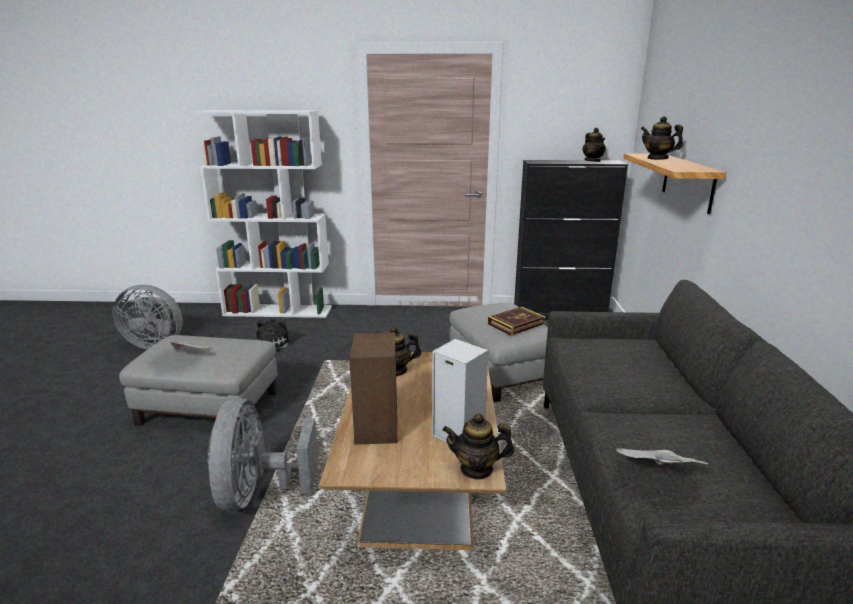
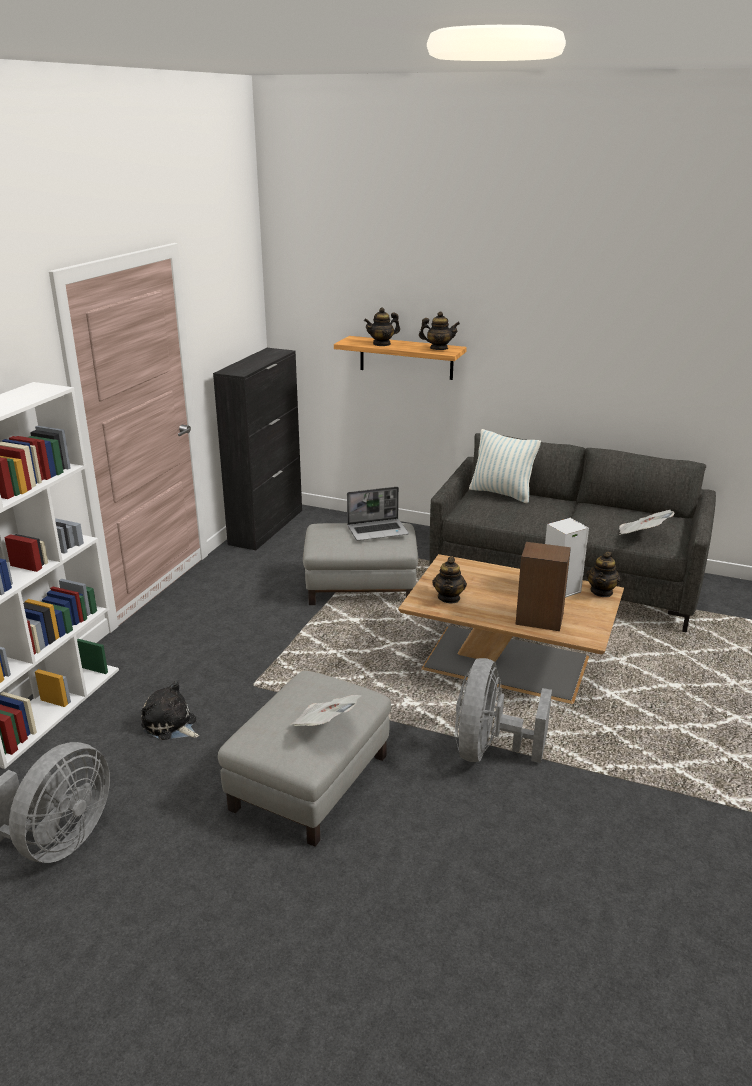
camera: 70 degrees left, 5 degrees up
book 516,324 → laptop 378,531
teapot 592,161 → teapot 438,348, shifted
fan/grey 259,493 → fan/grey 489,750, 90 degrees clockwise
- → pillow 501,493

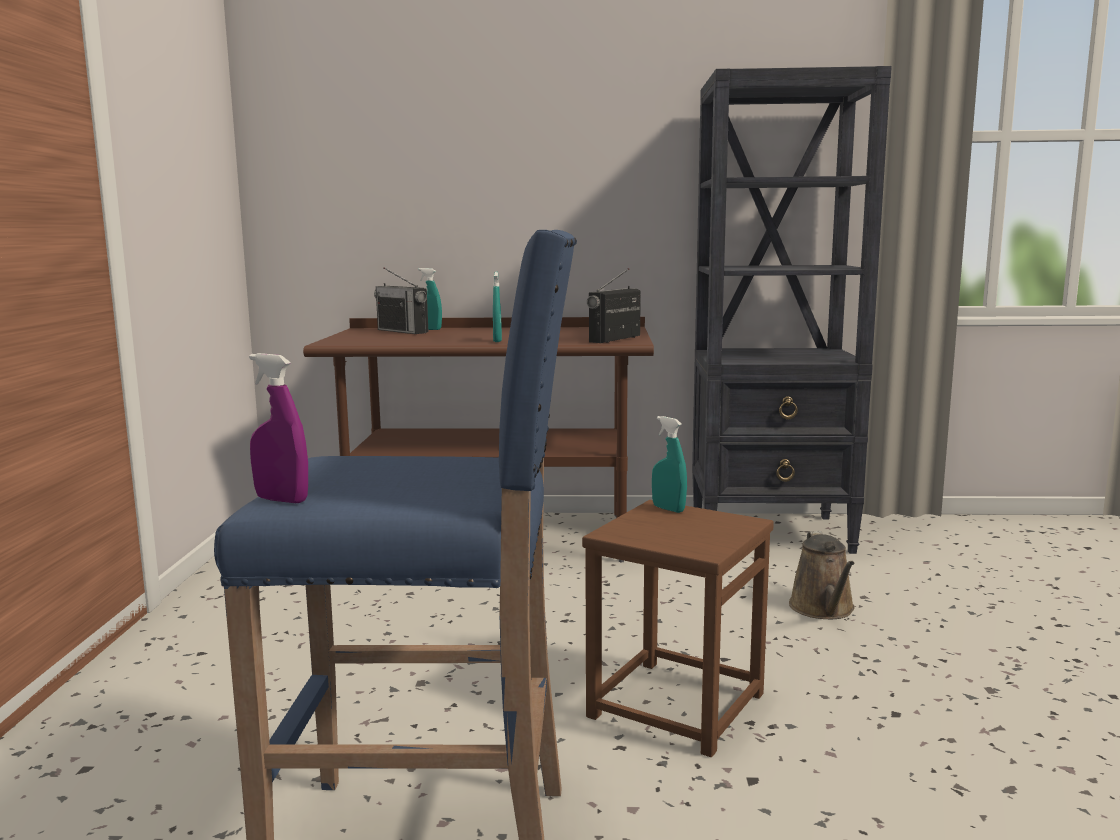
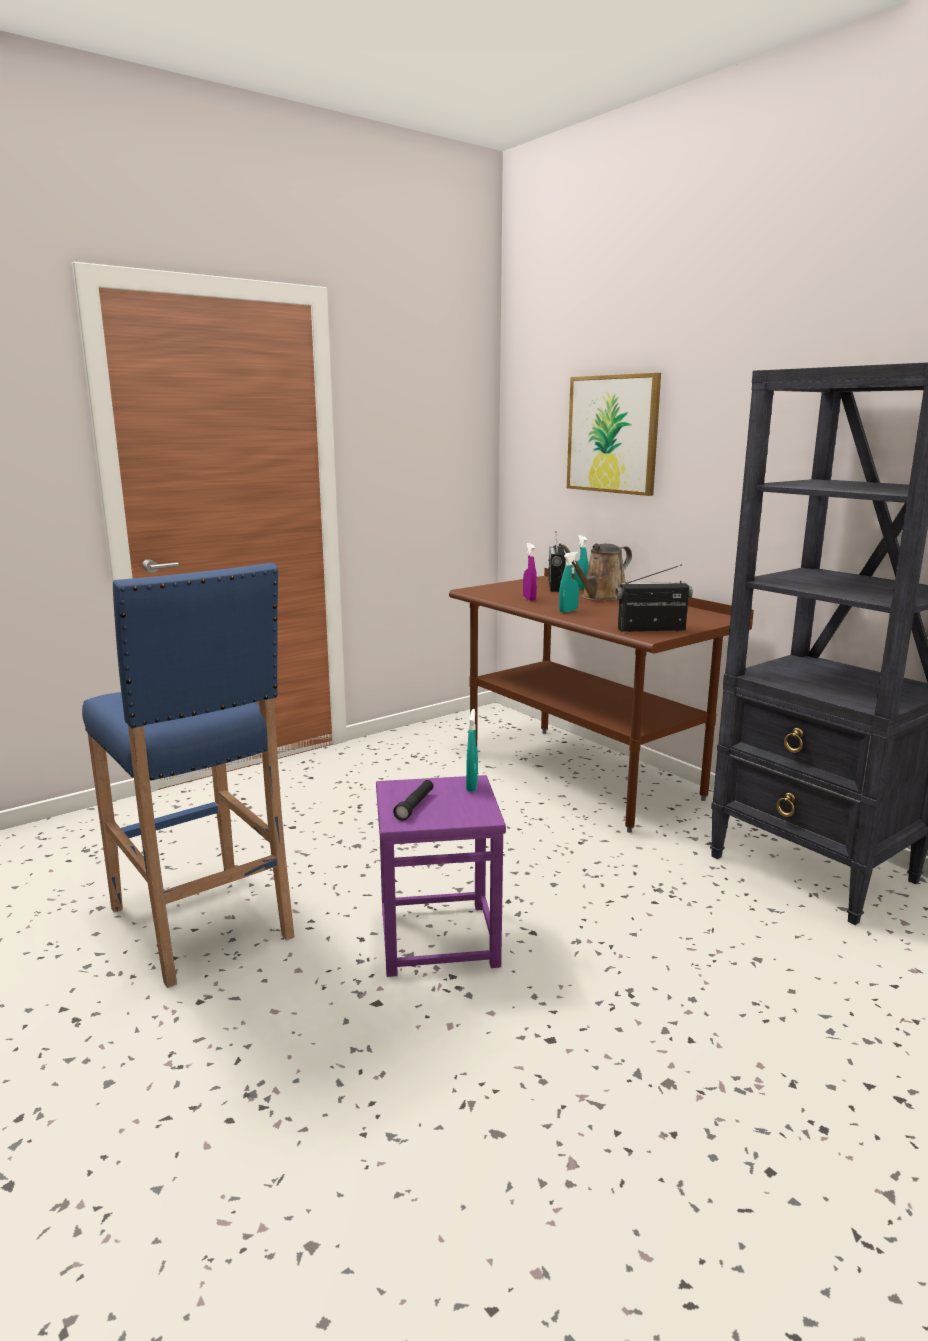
camera: 50 degrees right, 5 degrees up
stool/brown 675,704 → stool/purple 438,938
- → flashlight/black 415,806
spray bottle/purple 281,500 → spray bottle/purple 529,599, shifted
watering can/brown 823,609 → watering can/brown 601,597, shifted
- → picture 613,434

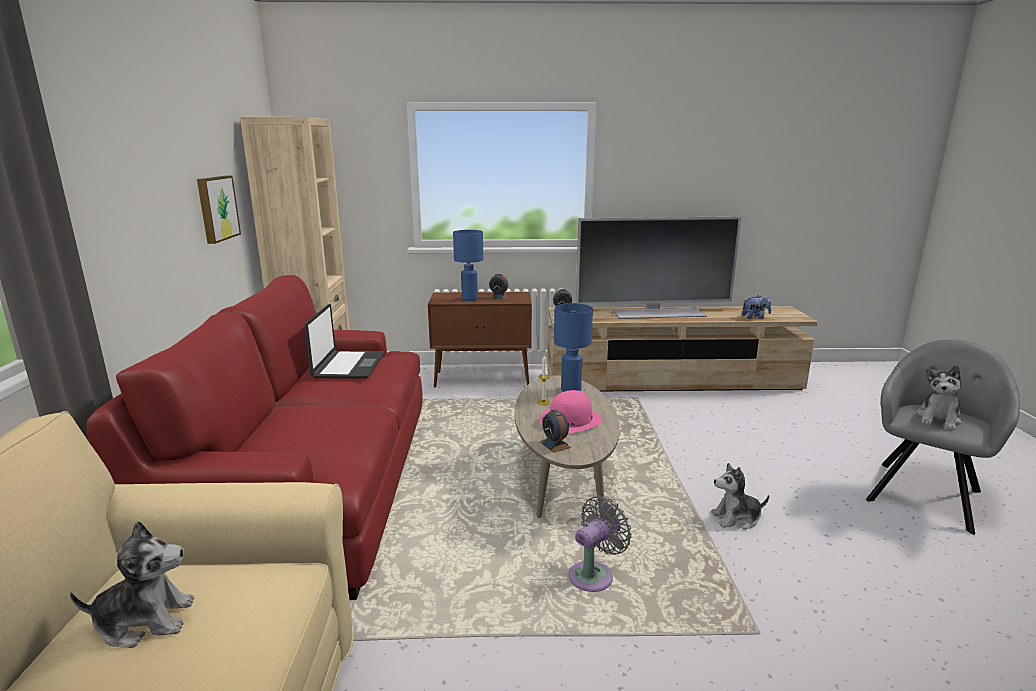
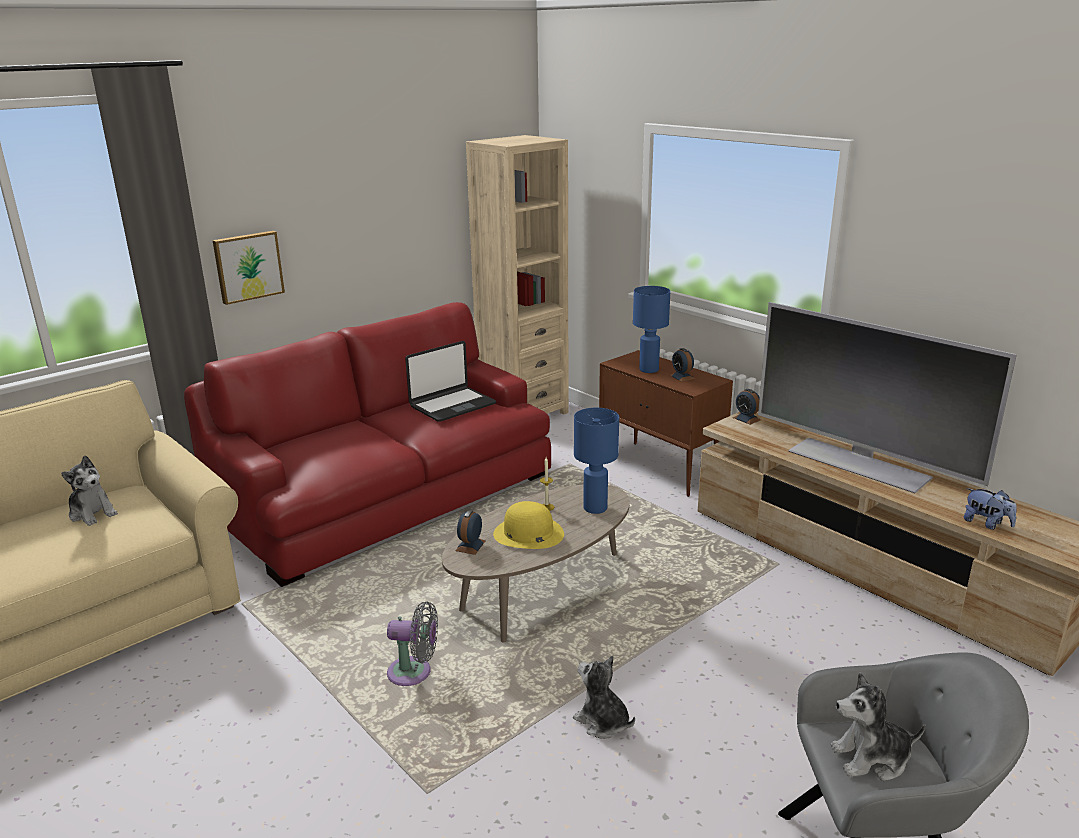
camera: 50 degrees right, 5 degrees up
picture 216,208 → picture 248,266, shifted
hat/pink 570,420 → hat/yellow 528,534

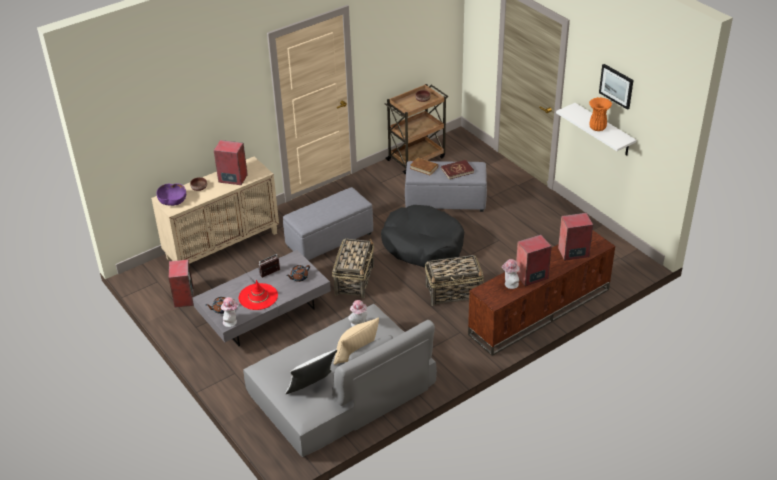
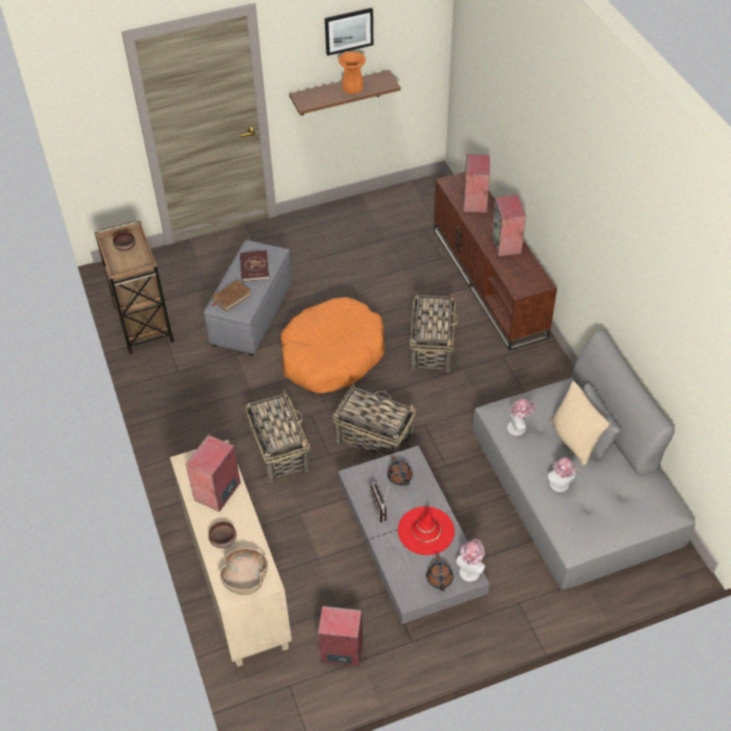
camera: 75 degrees left, 10 degrees up
bowl/purple 173,201 → bowl/brown 245,579
ottoman/grey 330,240 → basket 279,450
dog bed/black 423,245 → dog bed/orange 332,355
shelf/white 603,130 → shelf/brown 340,93
hat 509,284 → hat 560,486, shifted
pillow/white 312,388 → -

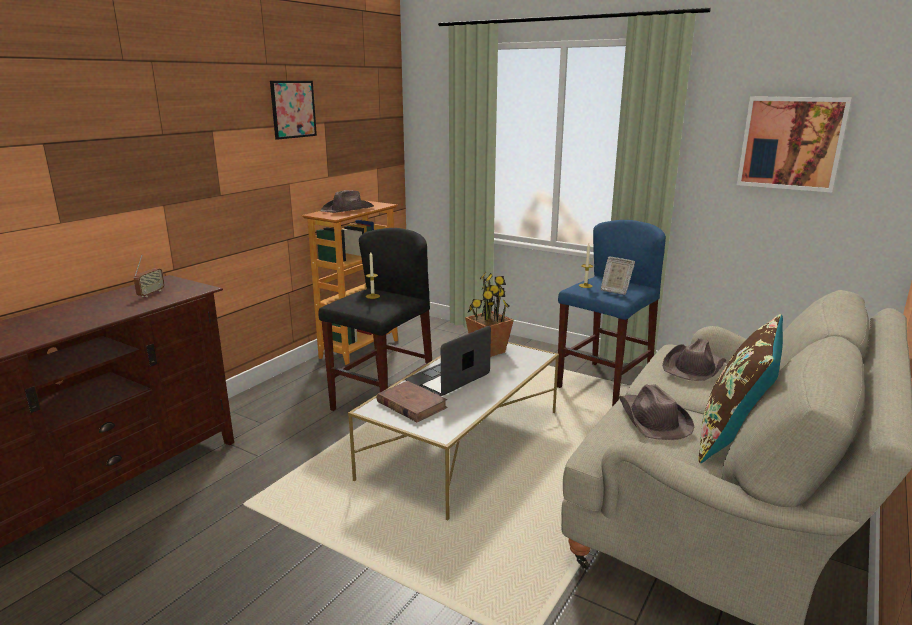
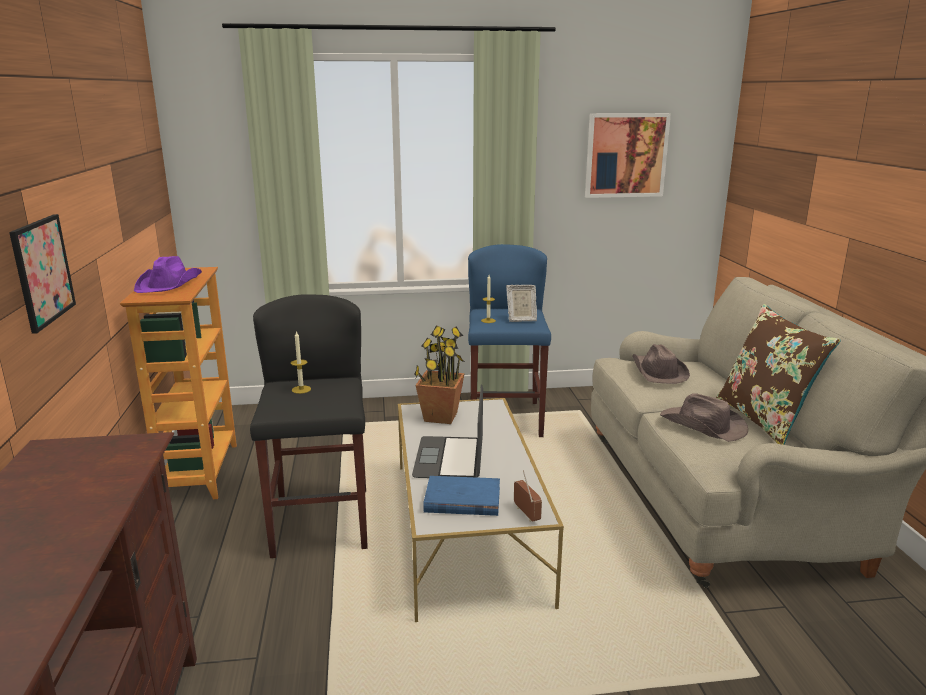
camera: 40 degrees left, 0 degrees up
picture 293,109 → picture 43,271, shifted
hat/brown 348,209 → hat/purple 170,284
book/brown 411,405 → book/blue 462,500
radio 151,293 → radio 526,514, shifted

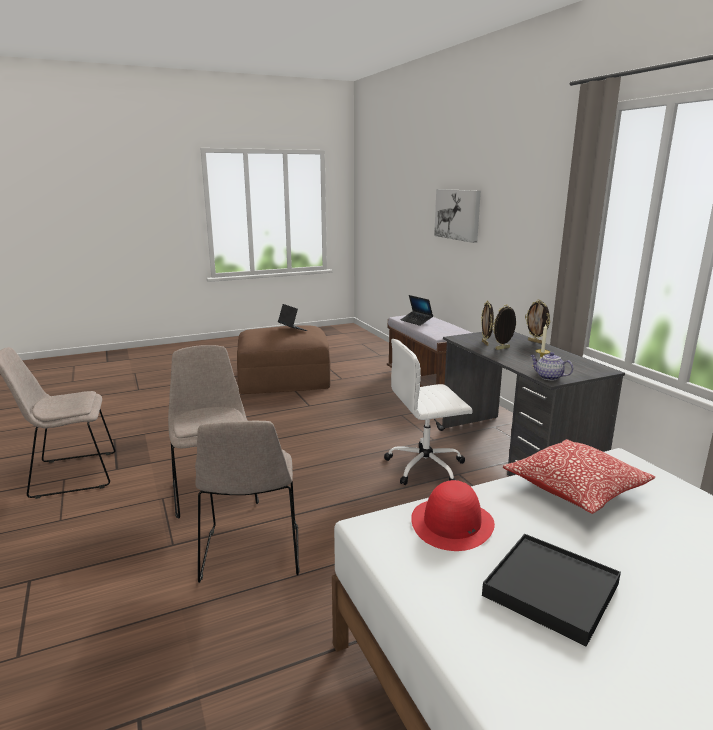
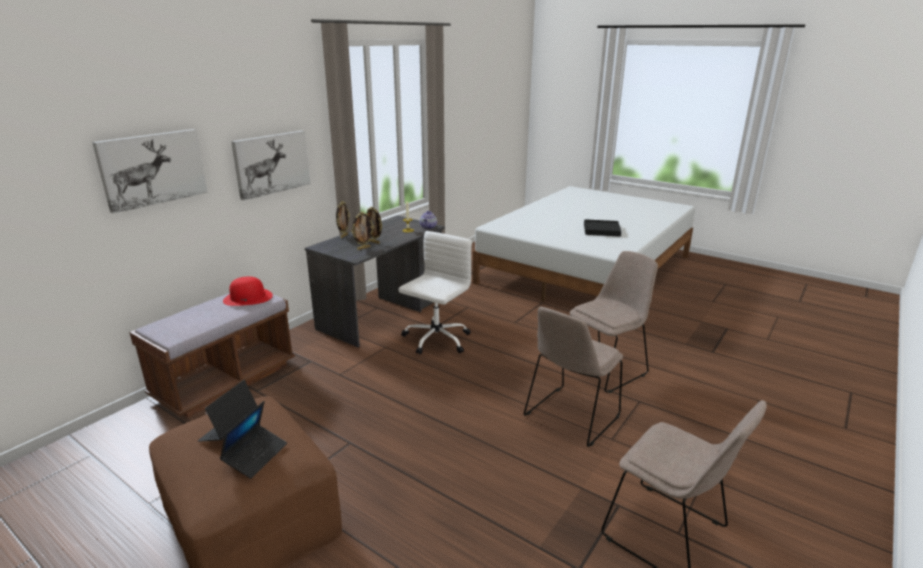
camera: 120 degrees left, 5 degrees up
laptop 416,321 → laptop 255,455, shifted
hat/red 452,523 → hat/red 248,298, shifted
- → picture 271,163
office chair/white 426,467 → office chair/white 436,340, 105 degrees counterclockwise
pillow 575,489 → -

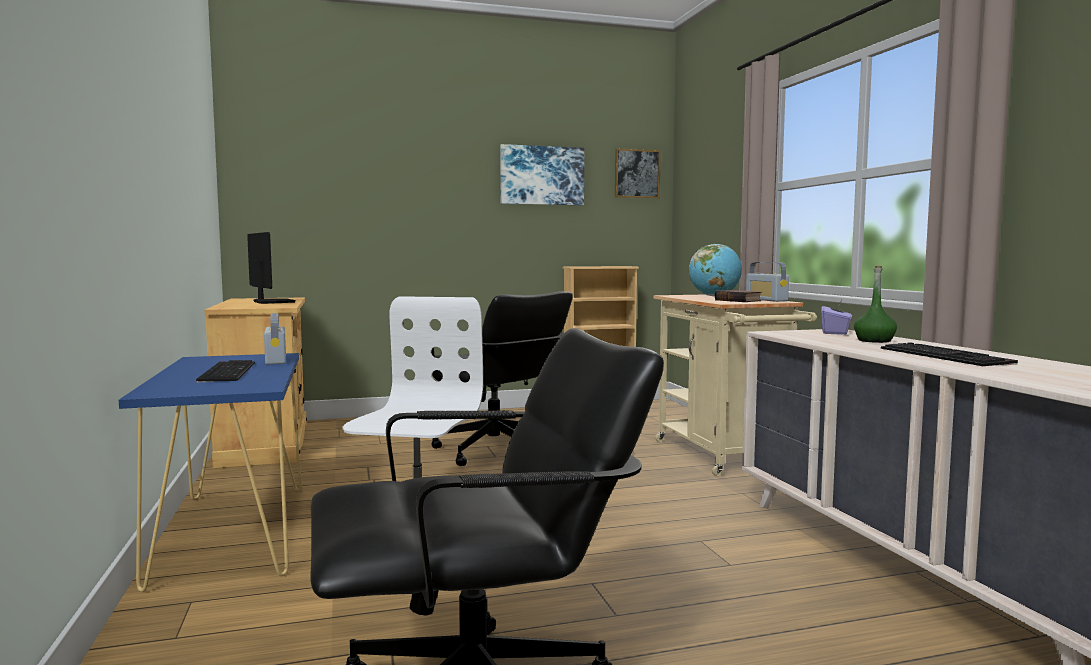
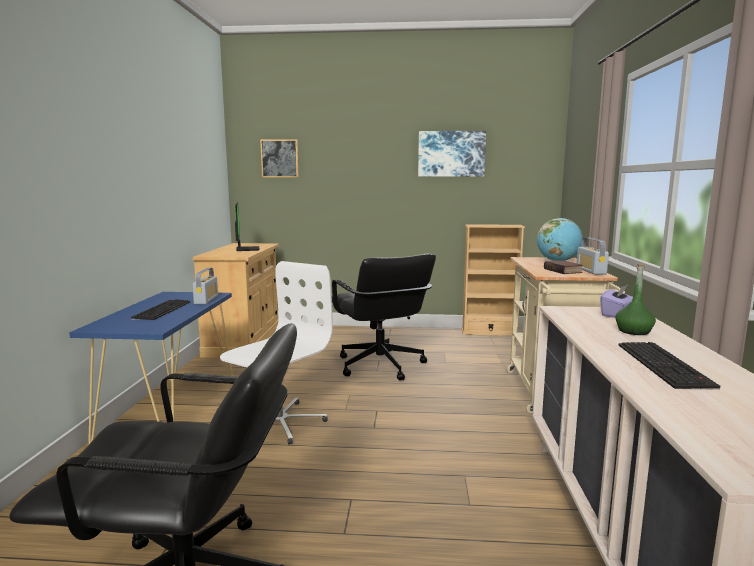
camera: 20 degrees right, 5 degrees up
picture 637,174 → picture 279,158, shifted

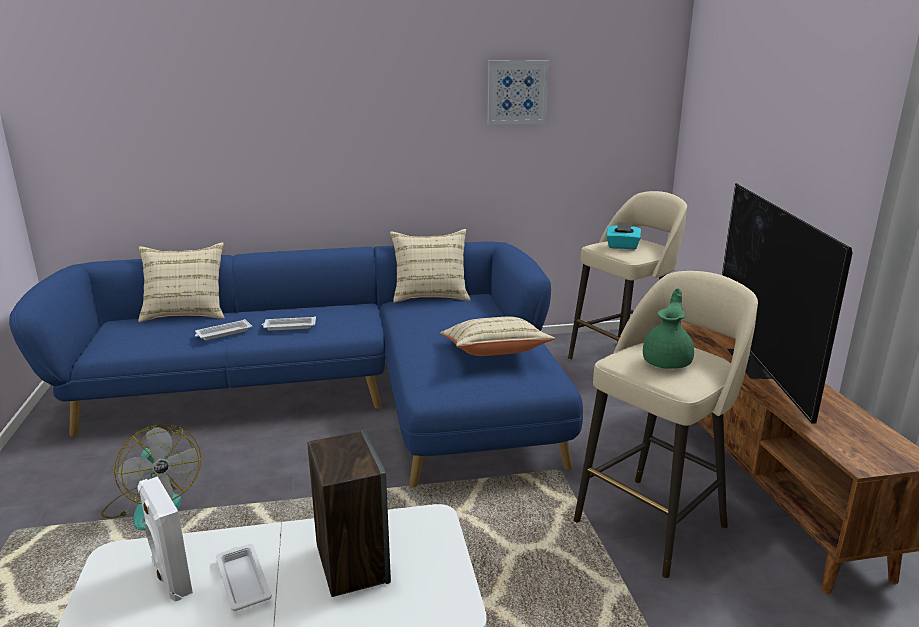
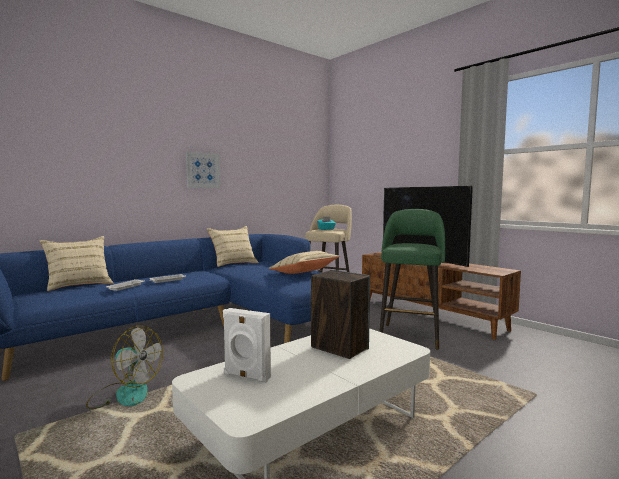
camera: 30 degrees left, 15 degrees down
picture 517,92 → picture 203,170, shifted
stool/beige 653,522 → stool/green 410,335
tray/white 243,580 → -
teapot/green 668,361 → -

